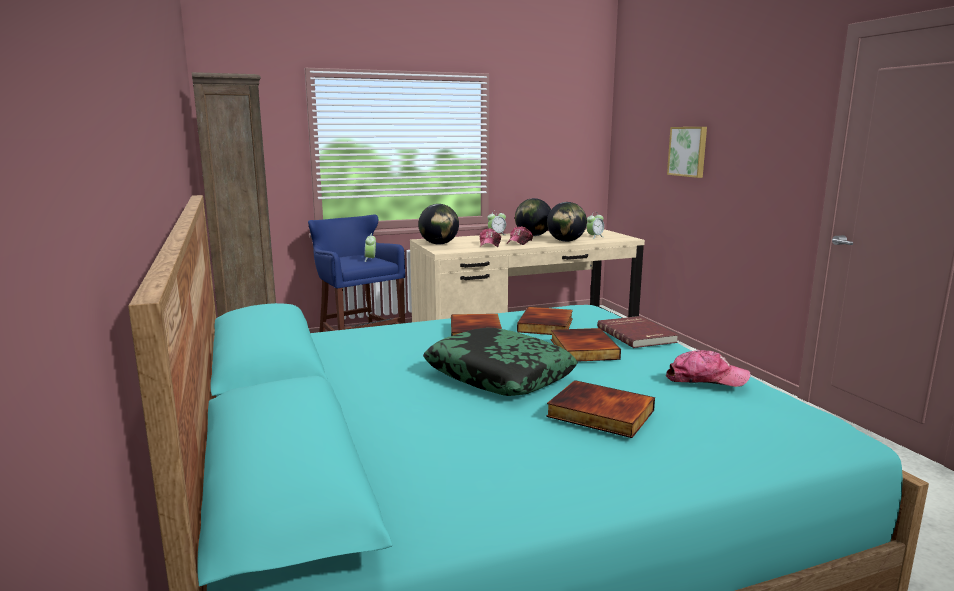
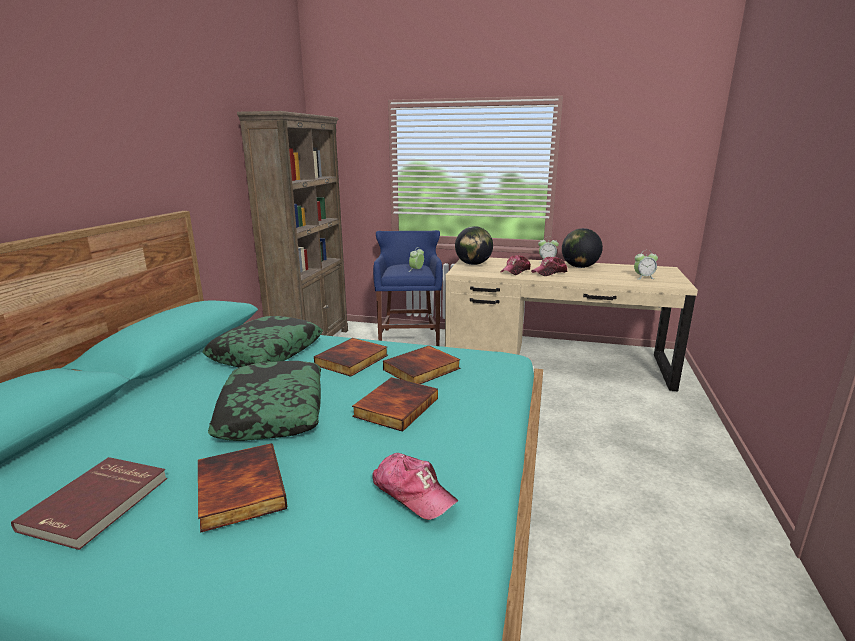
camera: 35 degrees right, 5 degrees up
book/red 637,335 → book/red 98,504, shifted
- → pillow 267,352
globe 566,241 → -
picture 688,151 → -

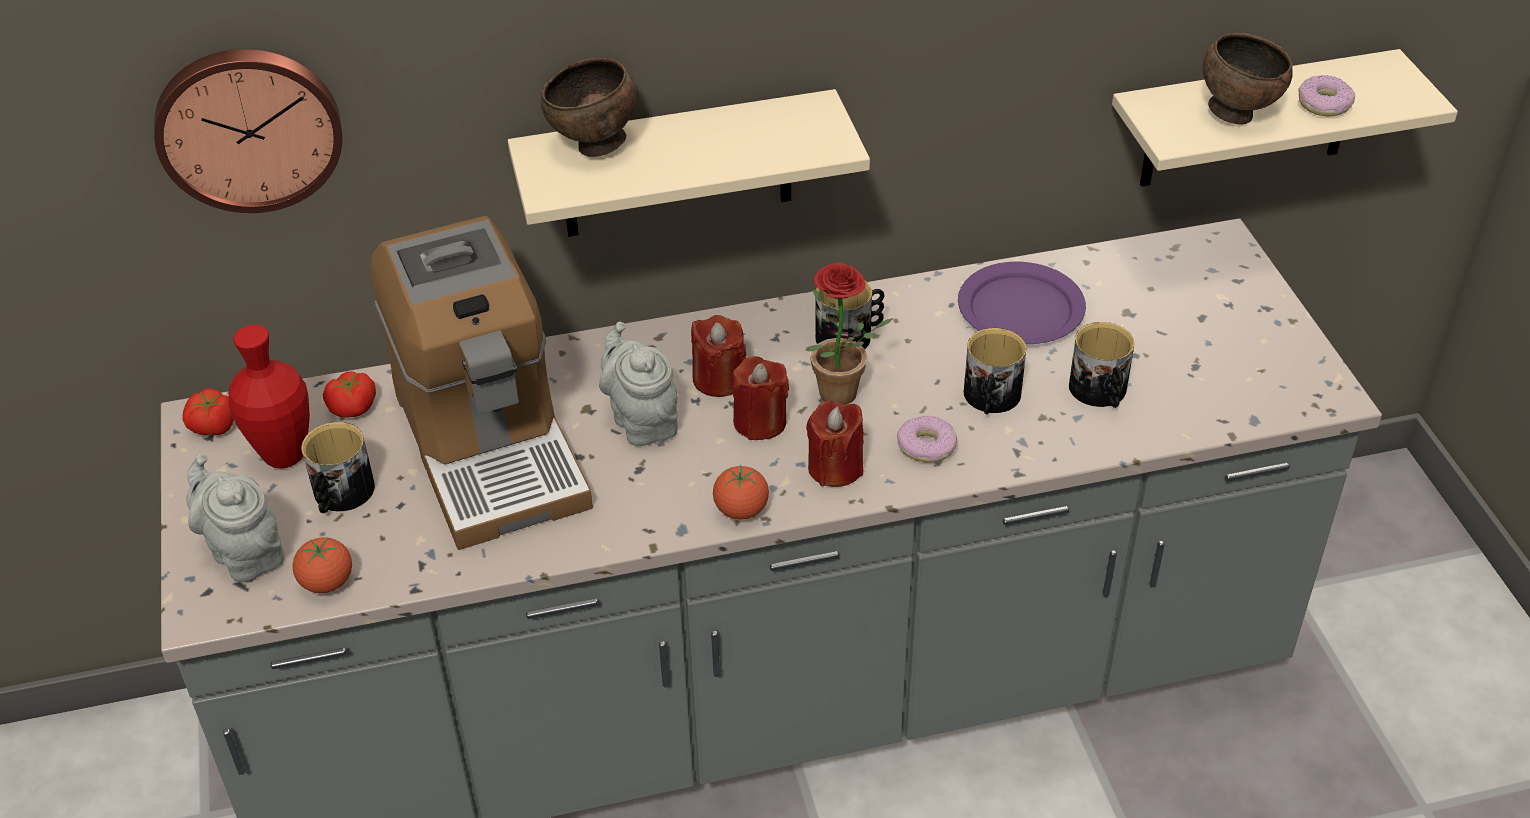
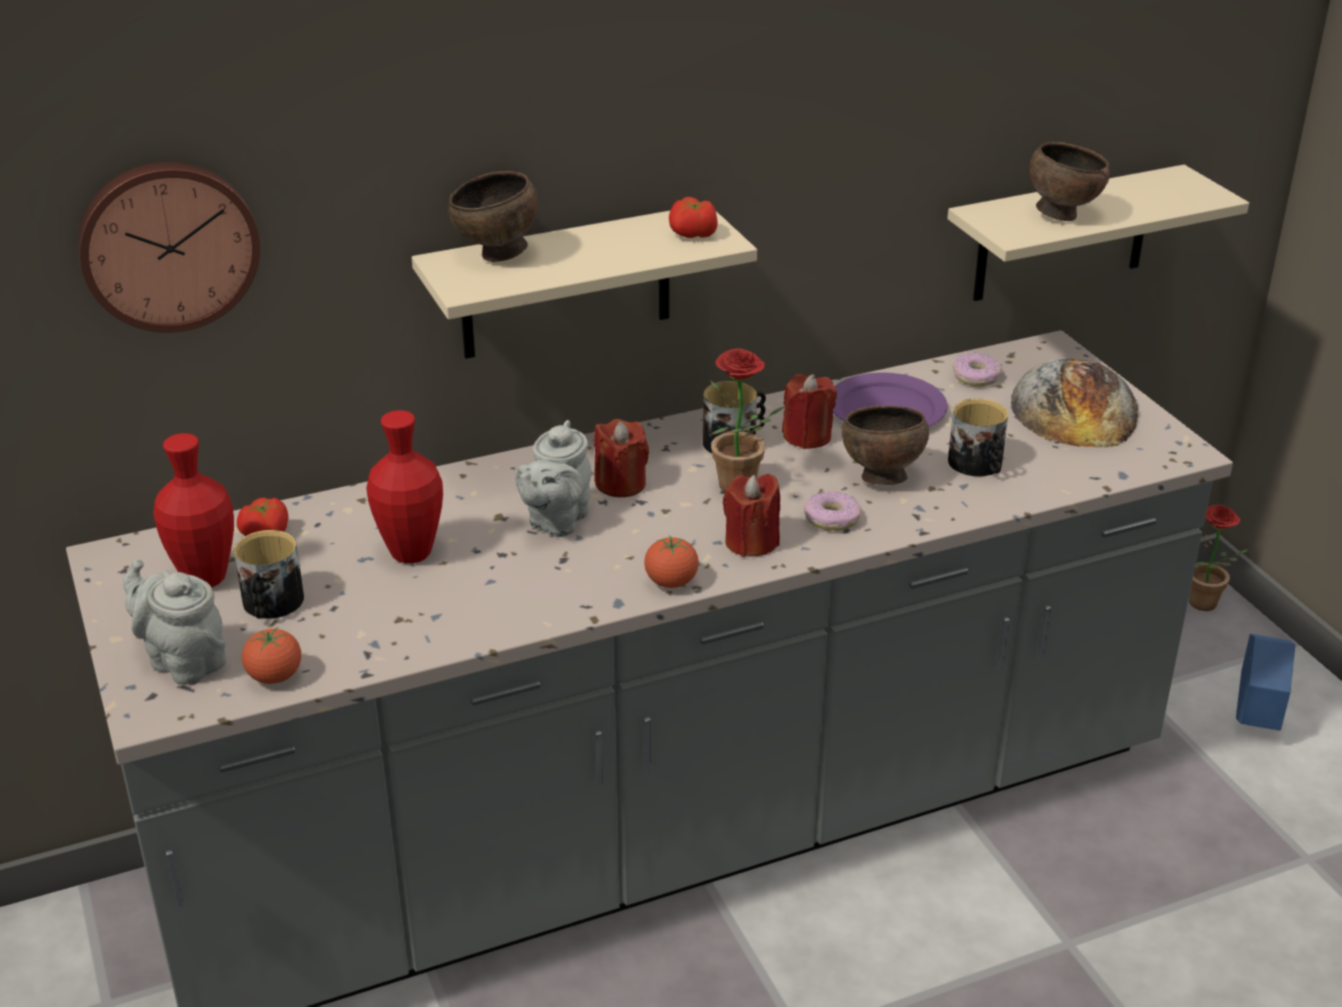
camera: 10 degrees left, 10 degrees down
coffee machine 489,446 → vase/red 411,553
teapot/grey 642,420 → teapot/grey 556,521, 120 degrees counterclockwise
tomato 213,426 → tomato 693,234, shifted
candle/red 760,422 → candle/red 807,436, shifted
mug 991,398 → bowl/brown 880,478
donut 1324,104 → donut 976,377, shifted
- → bread 1074,408
- → potted plant 1204,607
- → planter/blue 1255,721

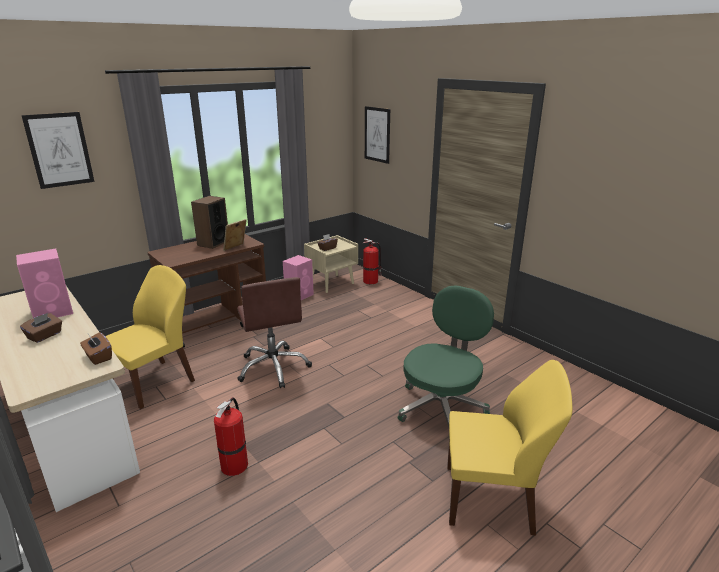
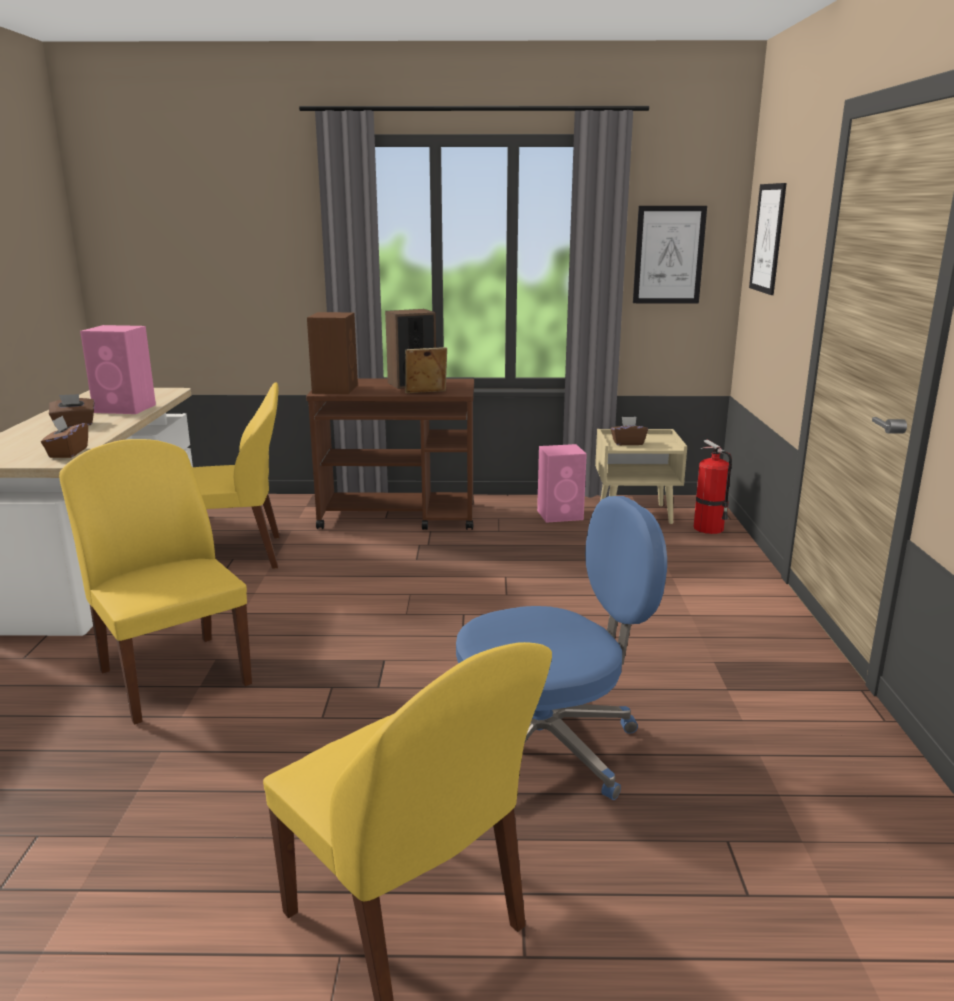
camera: 40 degrees right, 5 degrees down
fire extinguisher 235,464 → chair/yellow 174,675
- → speaker/brown 335,389
office chair/green 442,407 → office chair/blue 547,746
picture 59,150 → picture 669,255, shifted
office chair/brown 274,367 → -

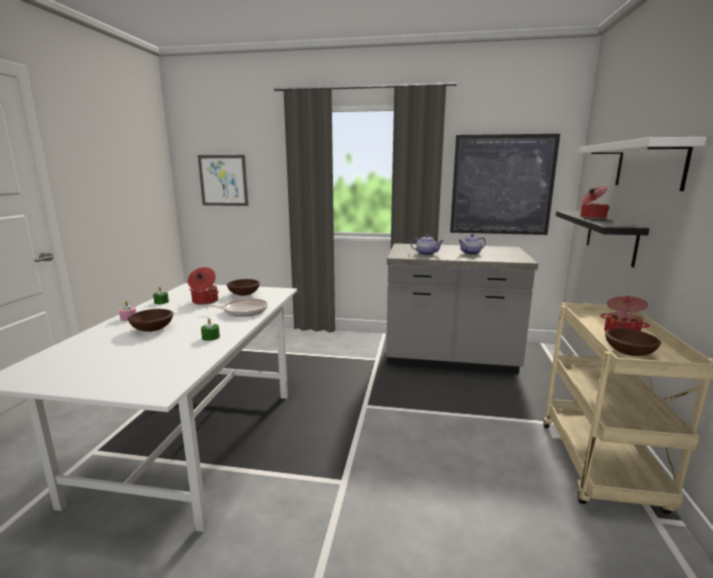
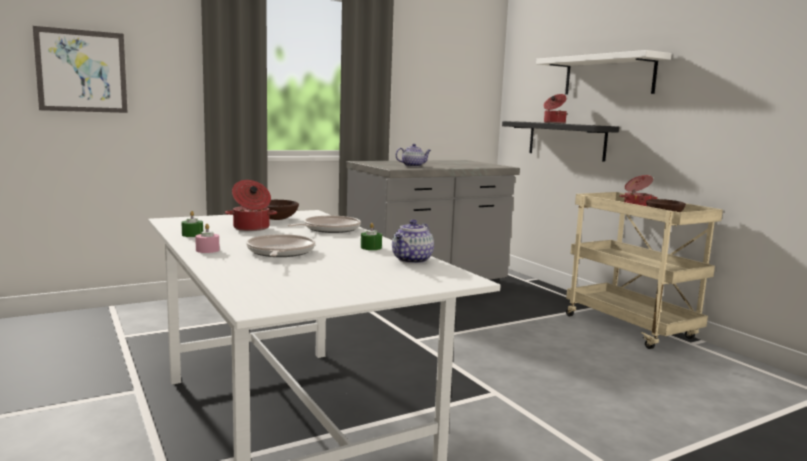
camera: 40 degrees left, 5 degrees down
bowl/brown 152,329 → frying pan 280,252
teapot 471,253 → teapot 412,260, shifted
picture 502,185 → -

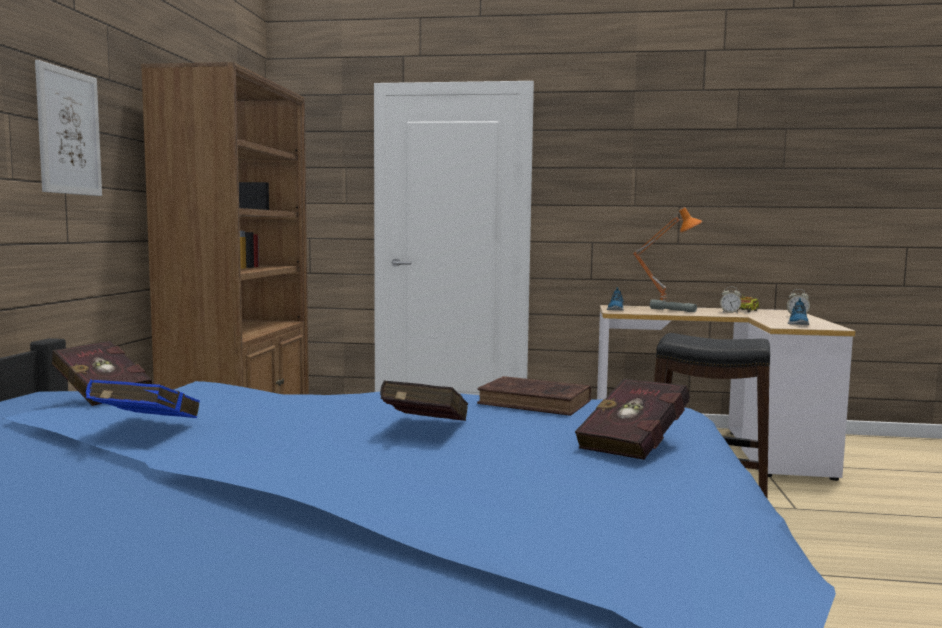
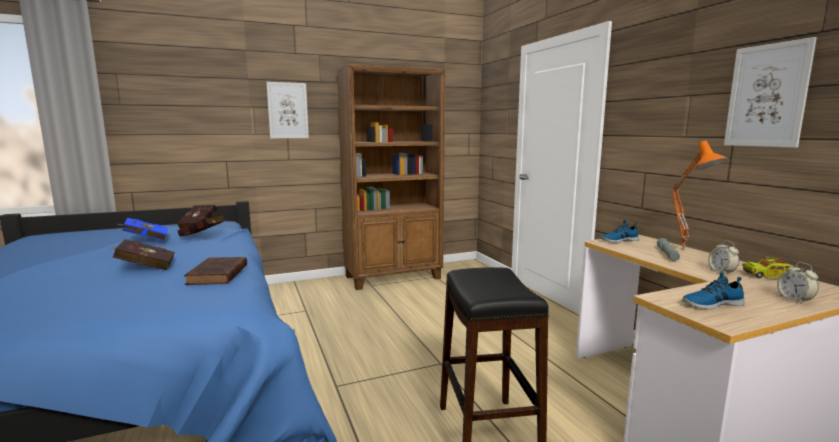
camera: 60 degrees right, 5 degrees up
book/red 636,445 → book/red 204,236, shifted
- → picture 767,96

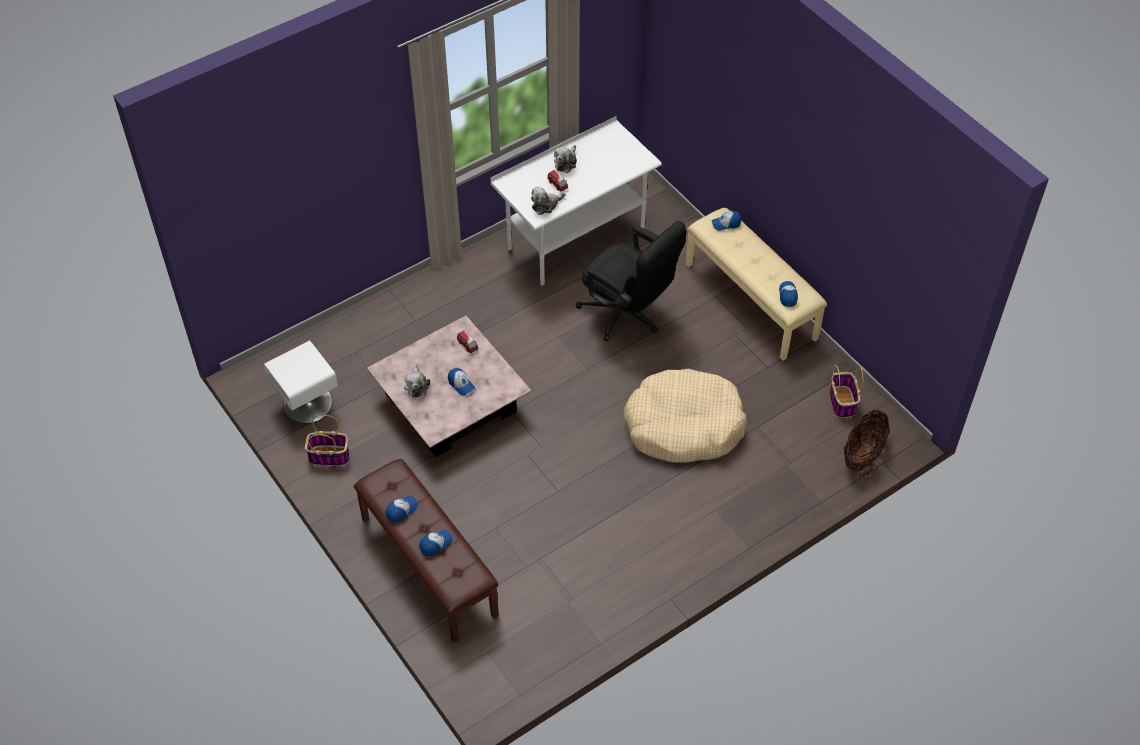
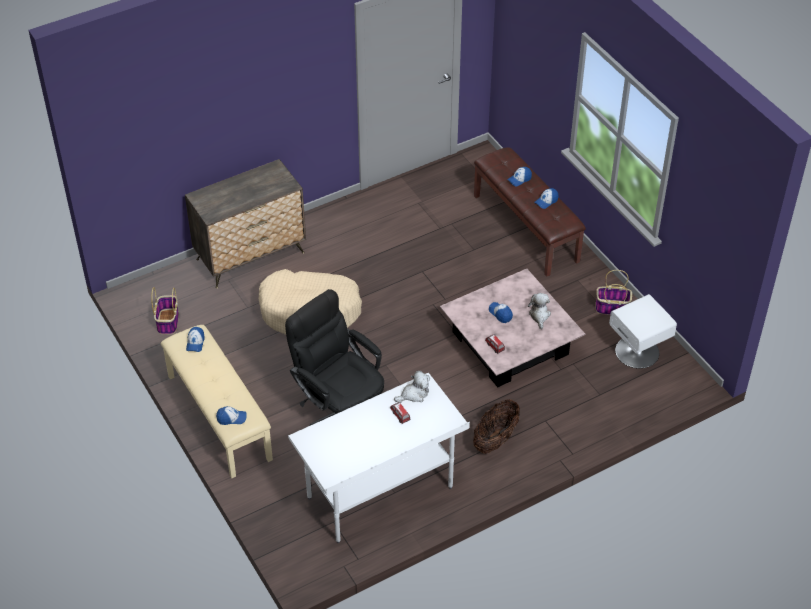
camera: 175 degrees left, 5 degrees down
- → dresser 251,256
basket 863,454 → basket 495,439, shifted
plush toy 566,162 → -

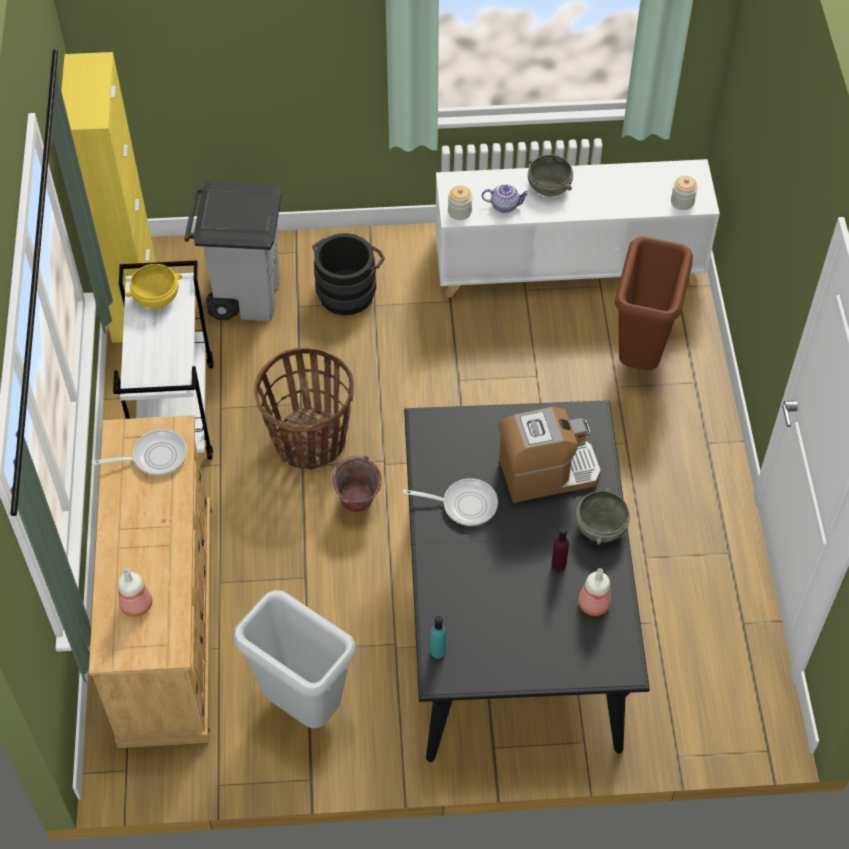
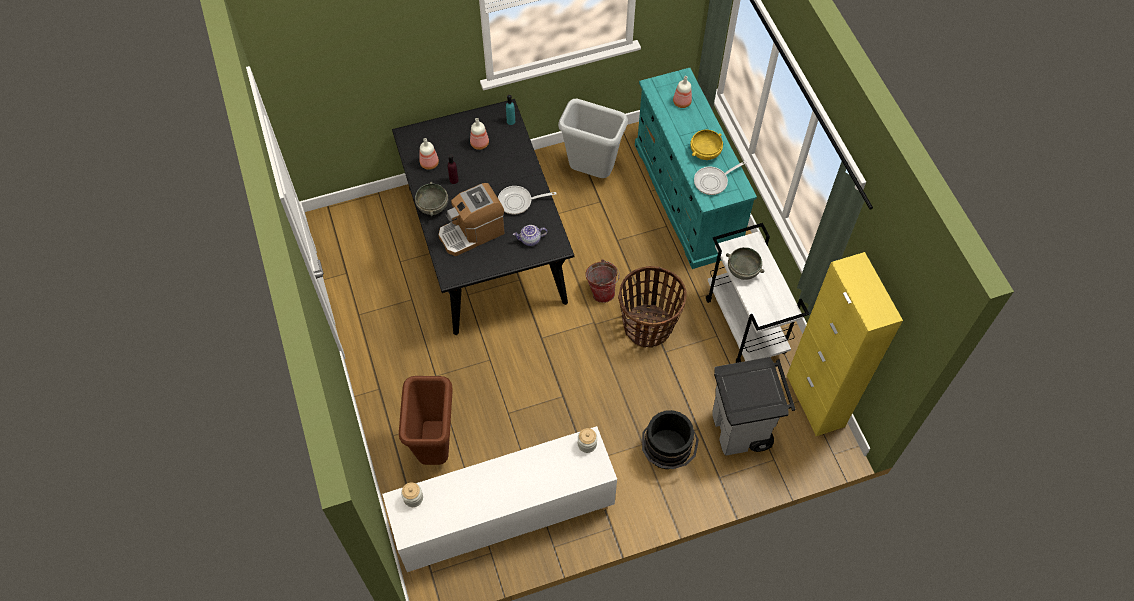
camera: 165 degrees right, 5 degrees up
- → bottle 480,143
teapot 505,205 → teapot 530,240, shifted
dresser/beige 166,620 → dresser/turquoise 687,198
bowl/yellow 156,298 → bowl/yellow 705,152, shifted
bowl/grey 549,187 → bowl/grey 742,271, shifted

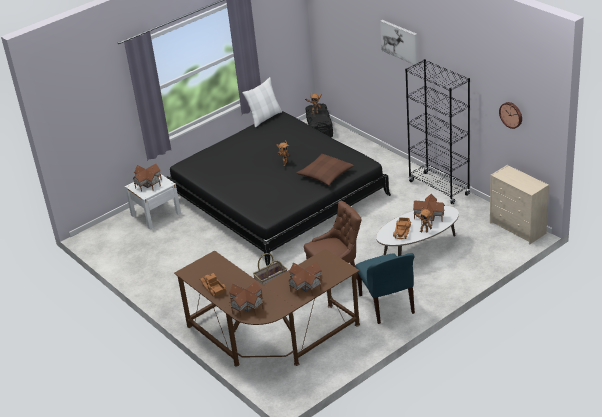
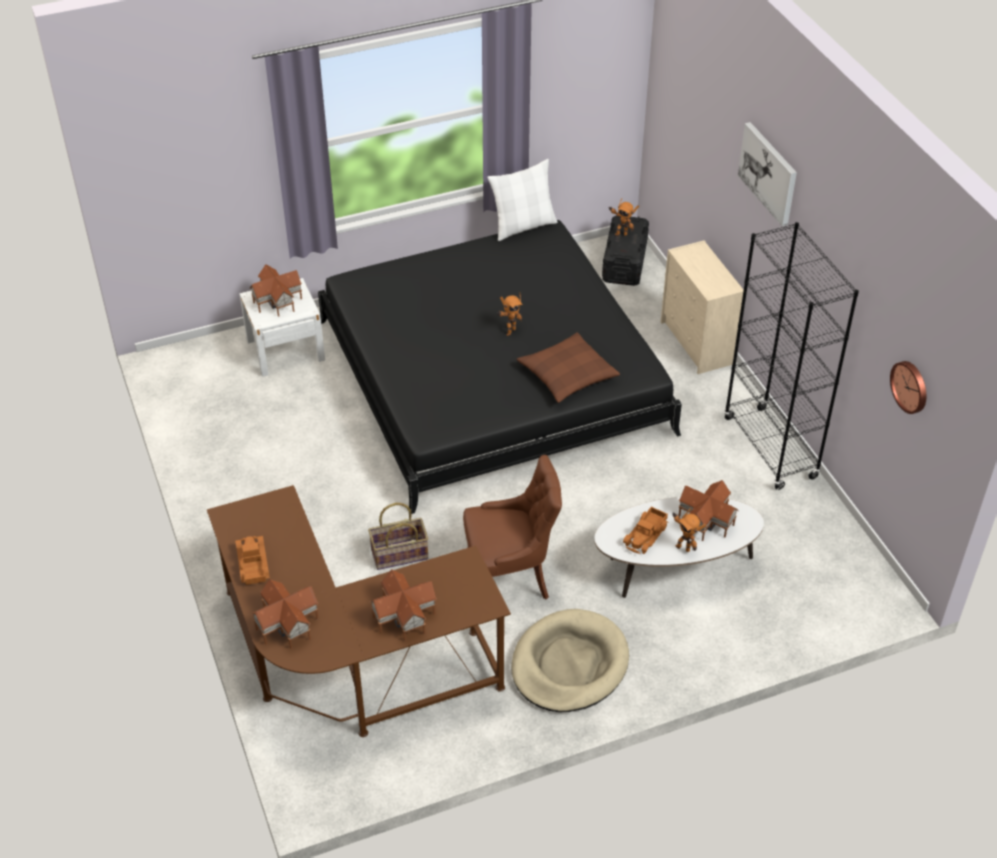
camera: 15 degrees right, 10 degrees up
chair/blue 387,305 → dog bed/beige 569,664
dresser/beige 518,228 → dresser/beige 697,343, shifted

